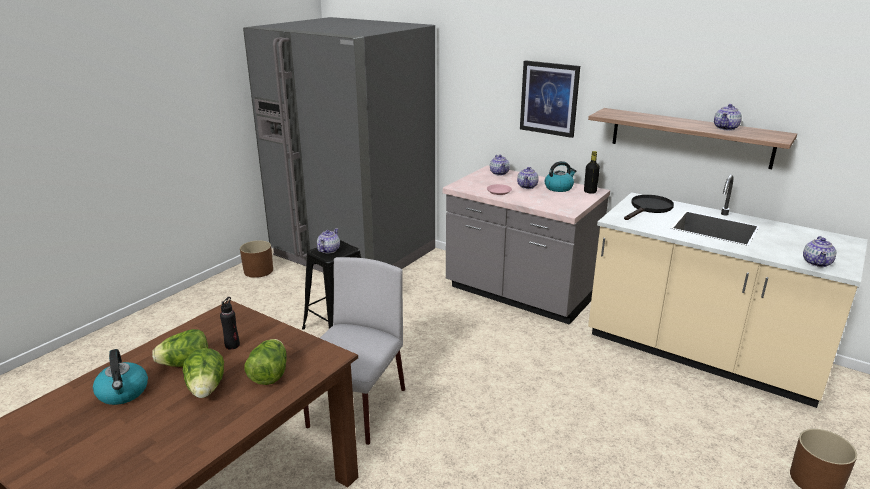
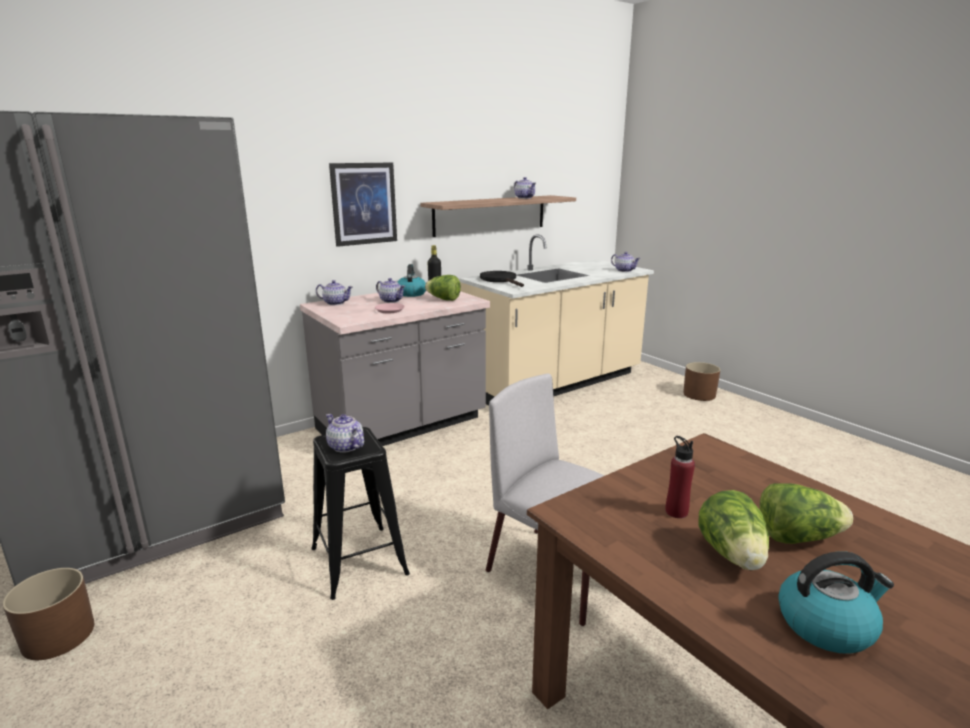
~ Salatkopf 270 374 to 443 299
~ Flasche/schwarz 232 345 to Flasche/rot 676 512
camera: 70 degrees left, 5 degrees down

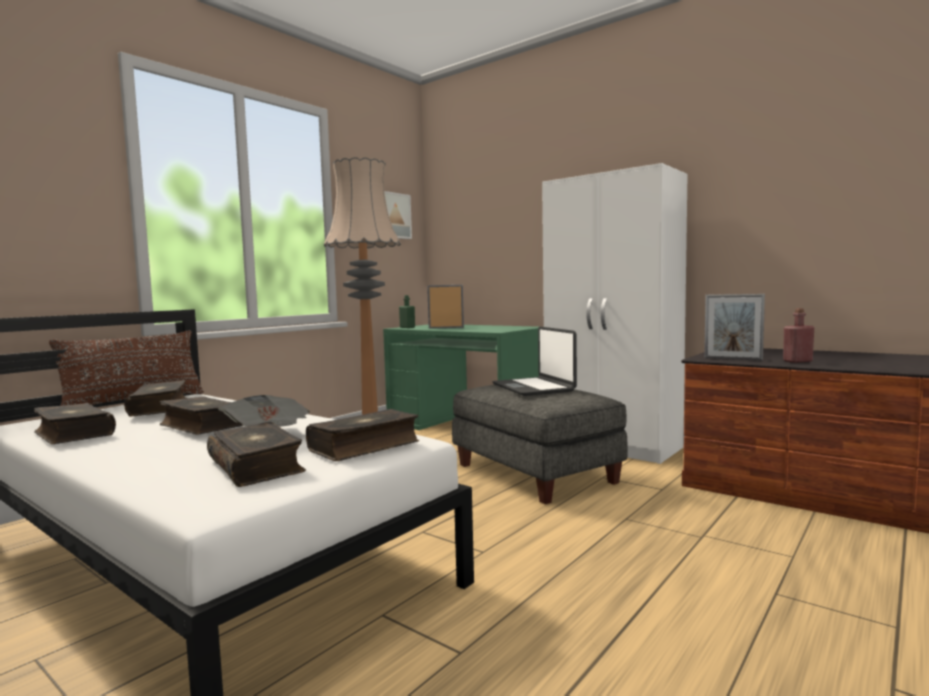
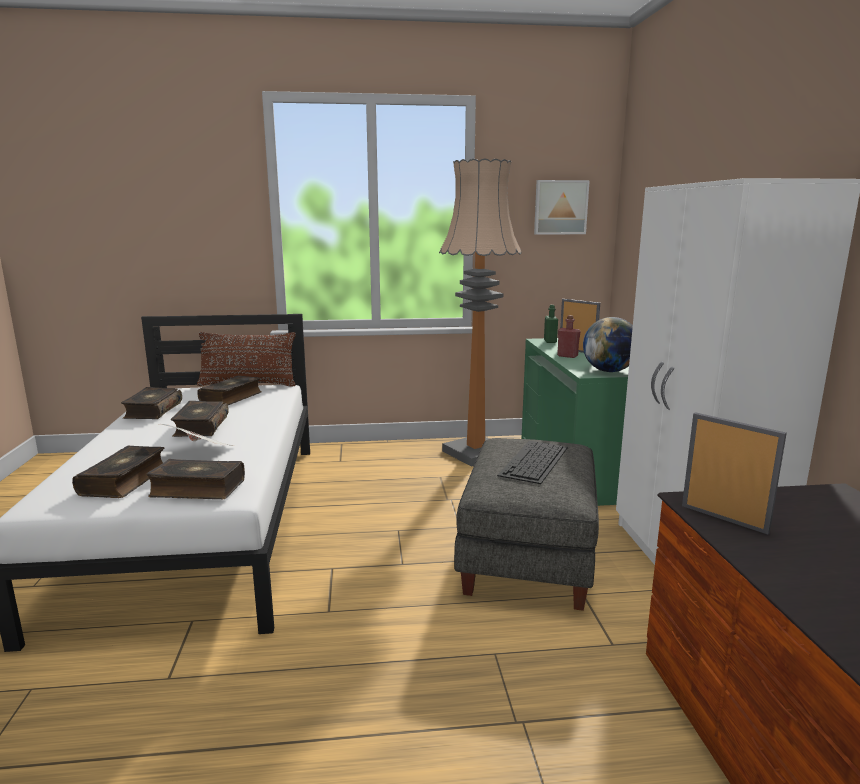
~ Laptop 534 388 to Tastatur 534 461
~ Flasche/rot 797 361 to 567 356
+ Globus 609 371
~ Bilderrahmen 733 359 = 723 519 150 degrees clockwise
camera: 45 degrees right, 10 degrees up

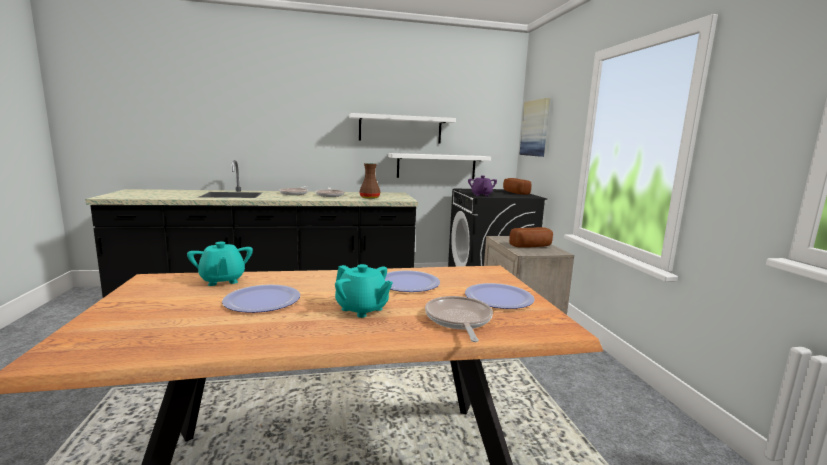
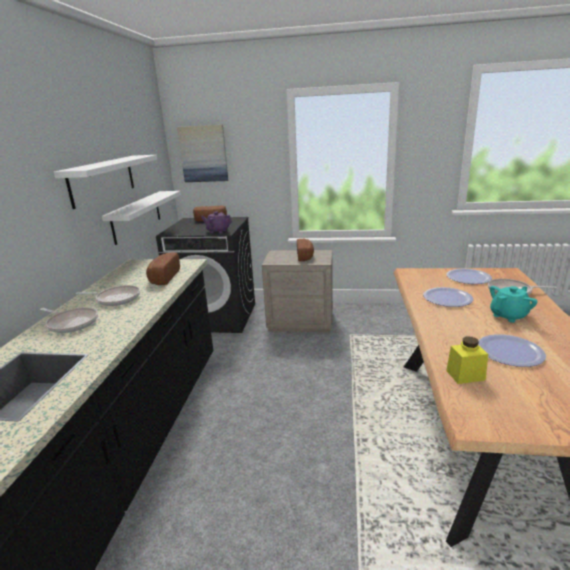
~ Vase/braun 370 198 to Brot 163 277
~ Teekanne/türkis 222 280 to Vorratsglas/gelb 465 375
camera: 70 degrees left, 10 degrees up

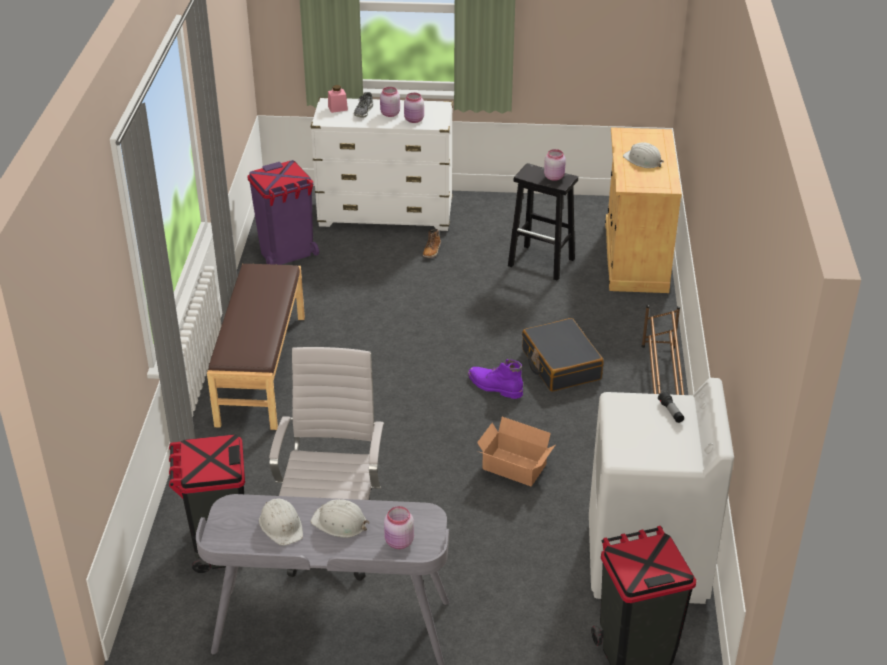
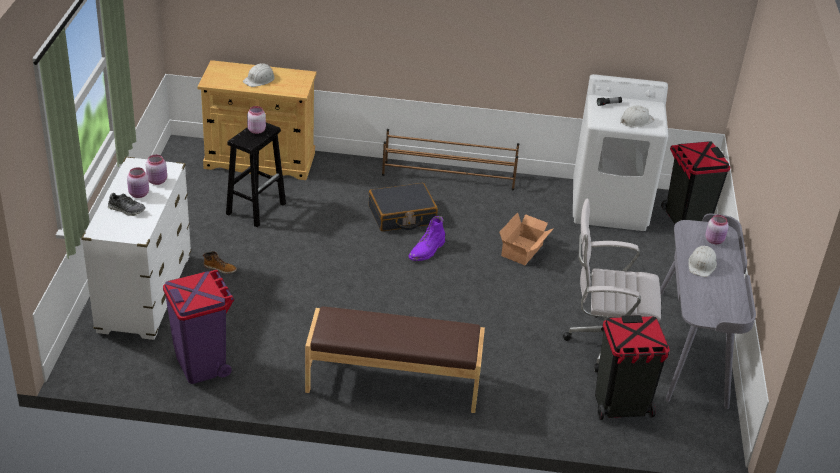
~ Schutzhelm/weiß 281 525 to 636 121
- Vorratsglas/rosa 337 108
camera: 90 degrees left, 0 degrees up

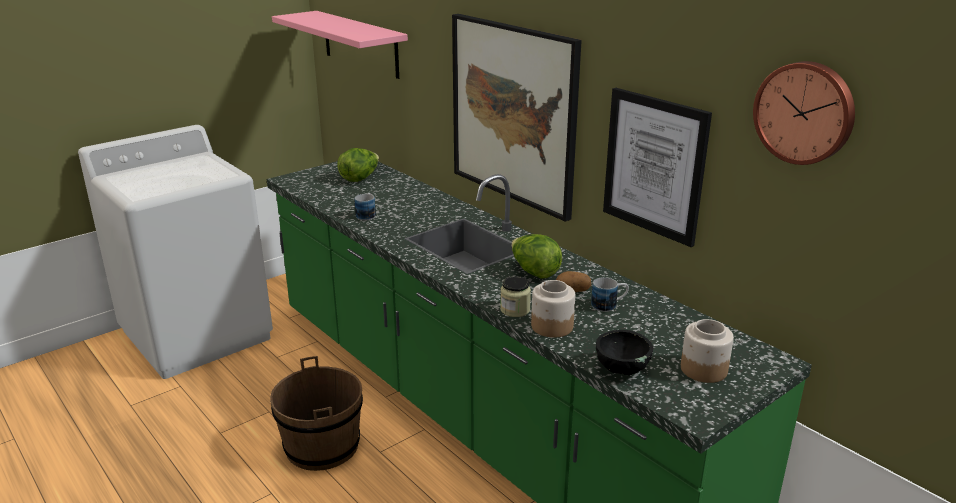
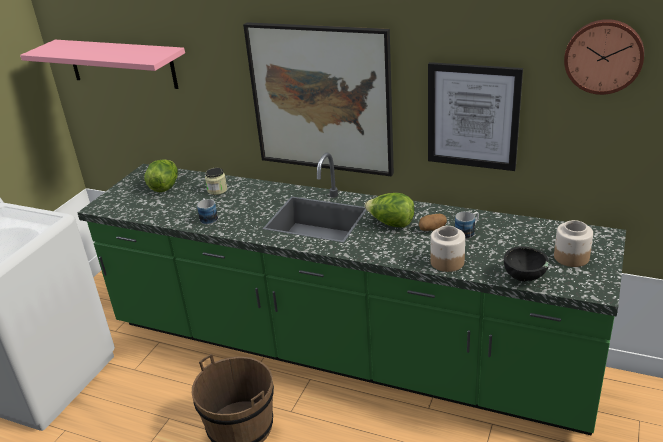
~ Vorratsglas 515 310 to 217 190
camera: 25 degrees left, 5 degrees up

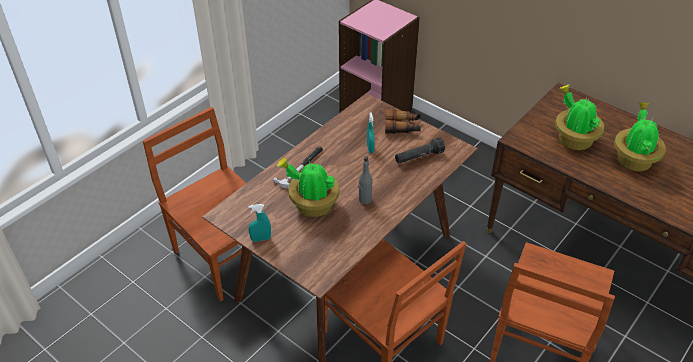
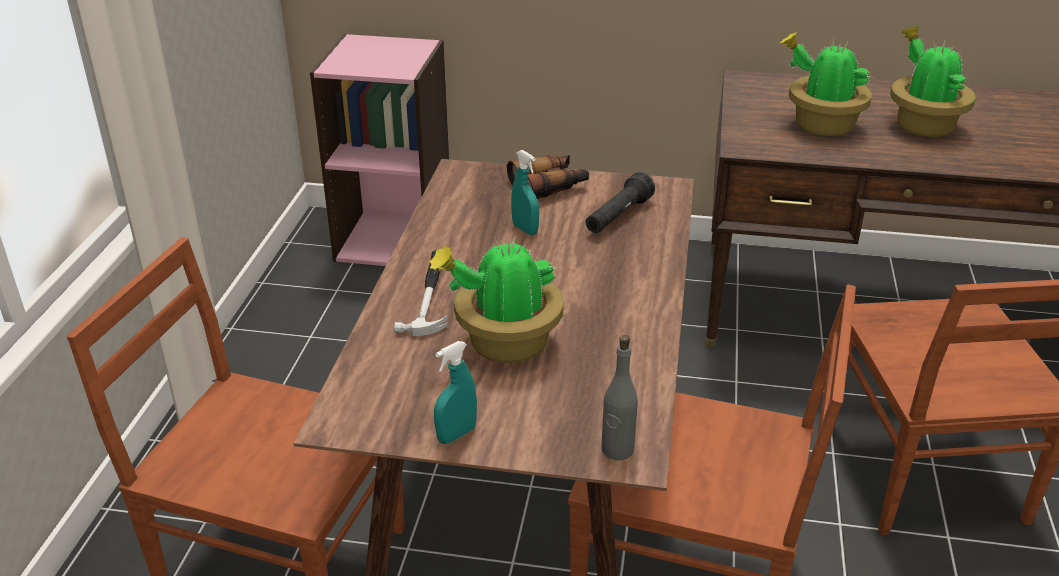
~ Flasche/grau 364 199 to 617 450
camera: 30 degrees left, 10 degrees down

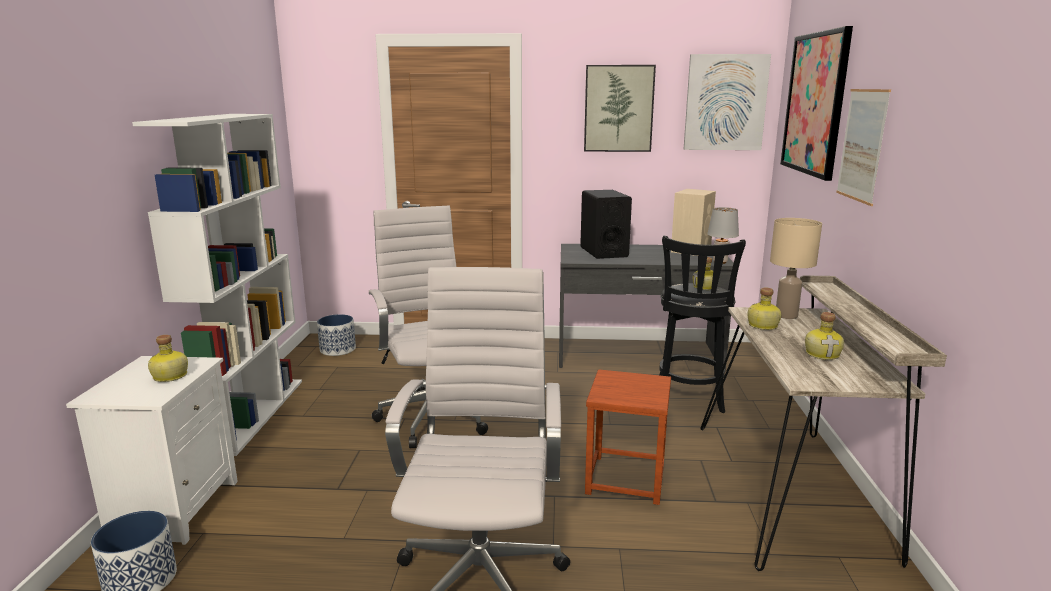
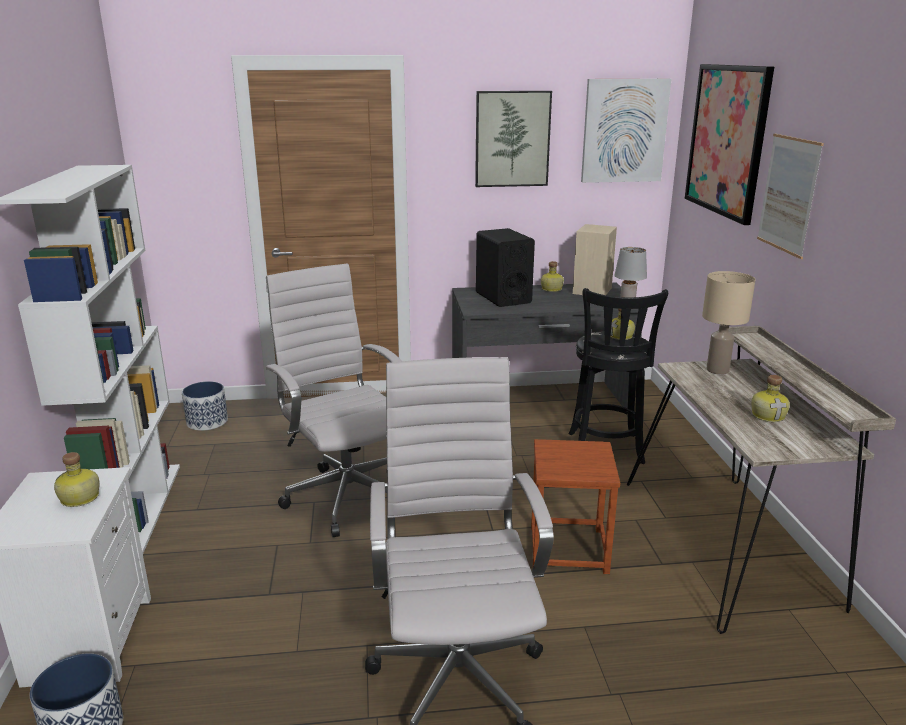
~ Flasche 762 326 to 551 289
camera: 10 degrees left, 5 degrees up

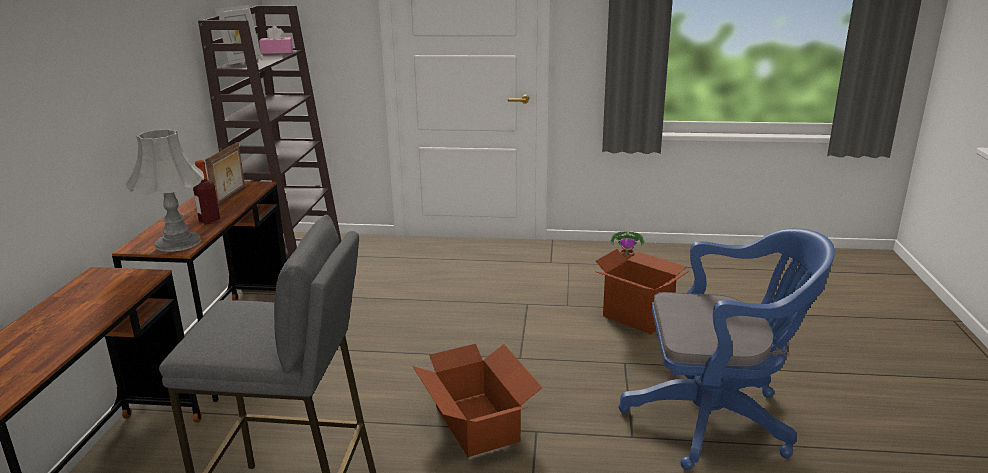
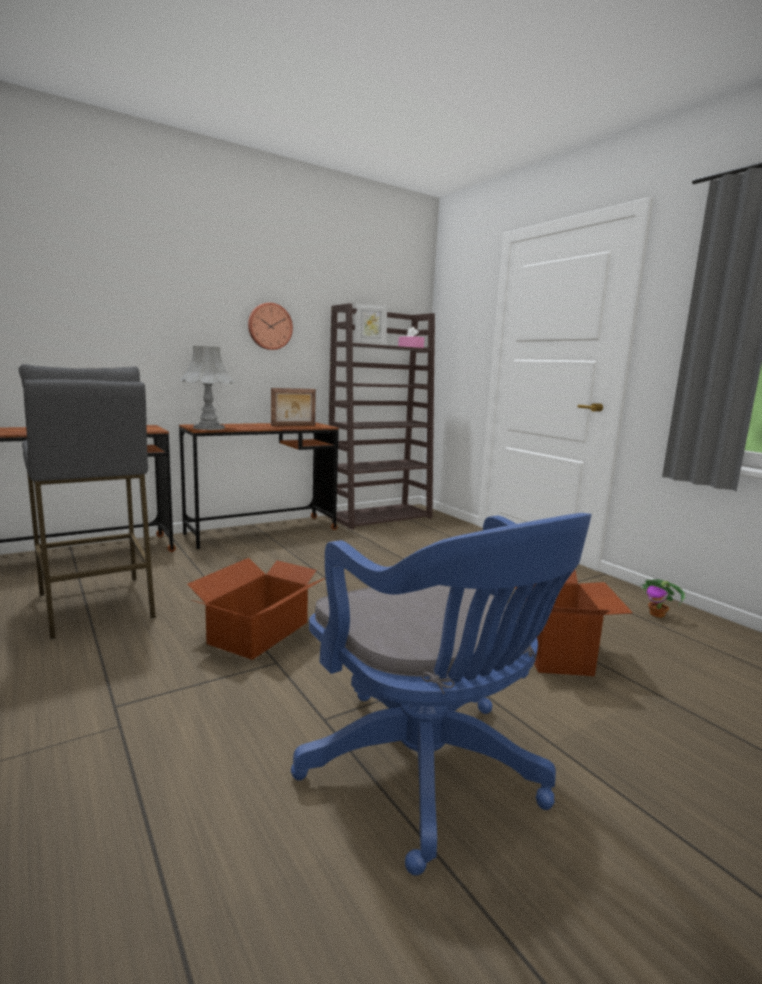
+ Wanduhr 269 326
- Flasche 209 221
camera: 50 degrees right, 10 degrees down

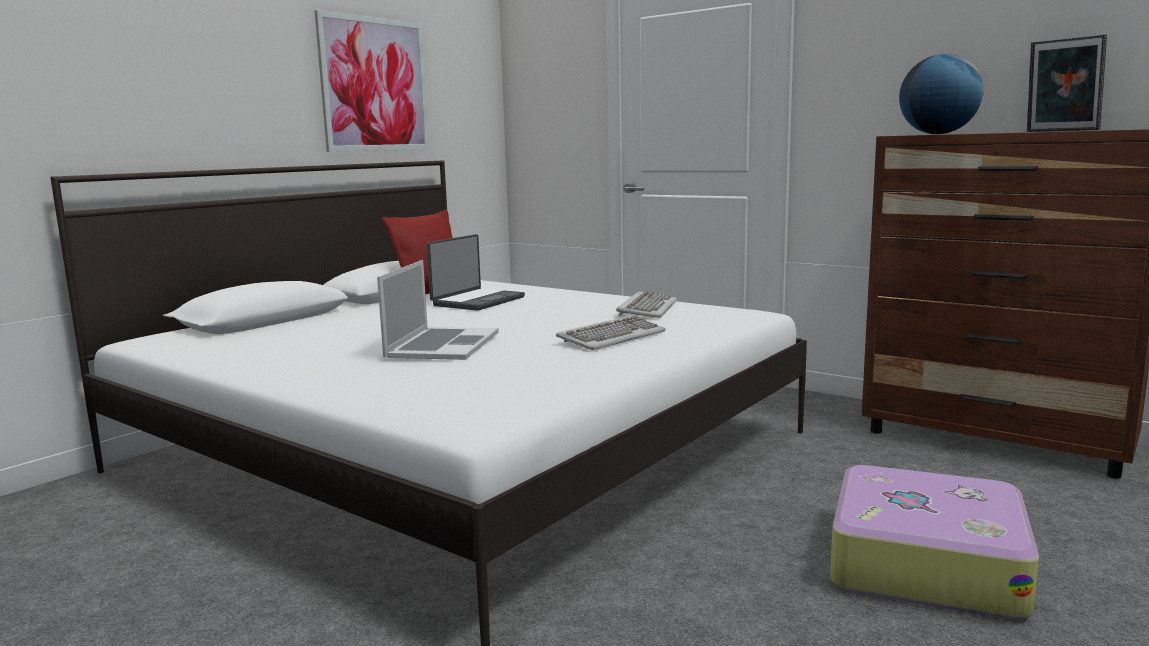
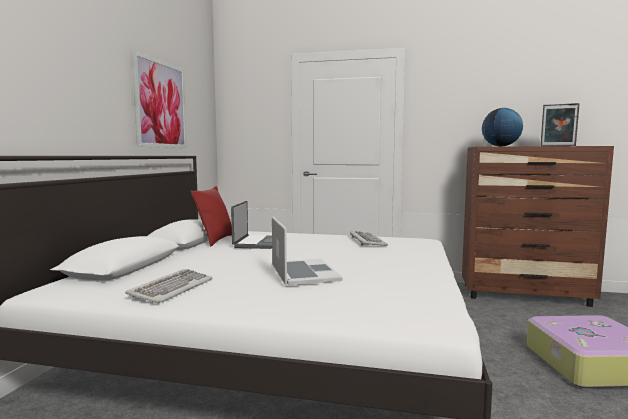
~ Tastatur 611 337 to 171 289
camera: 25 degrees left, 5 degrees down

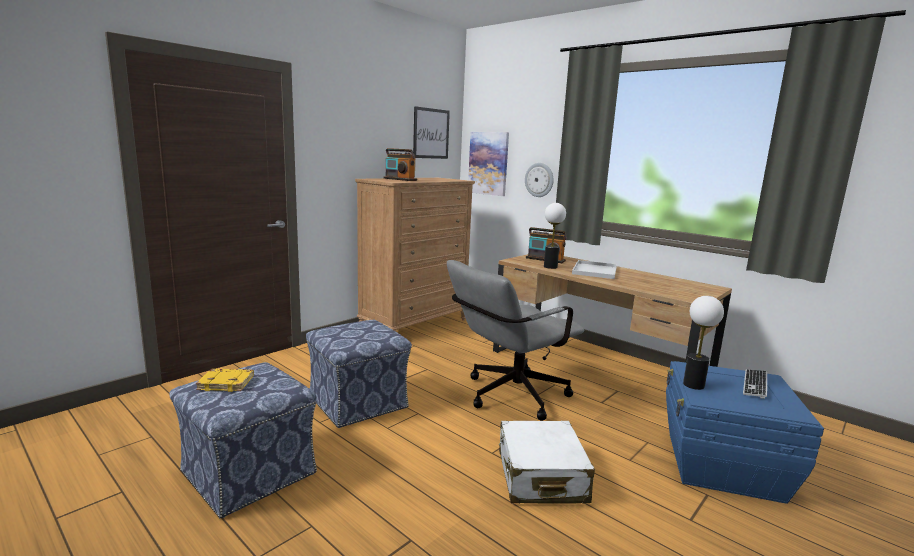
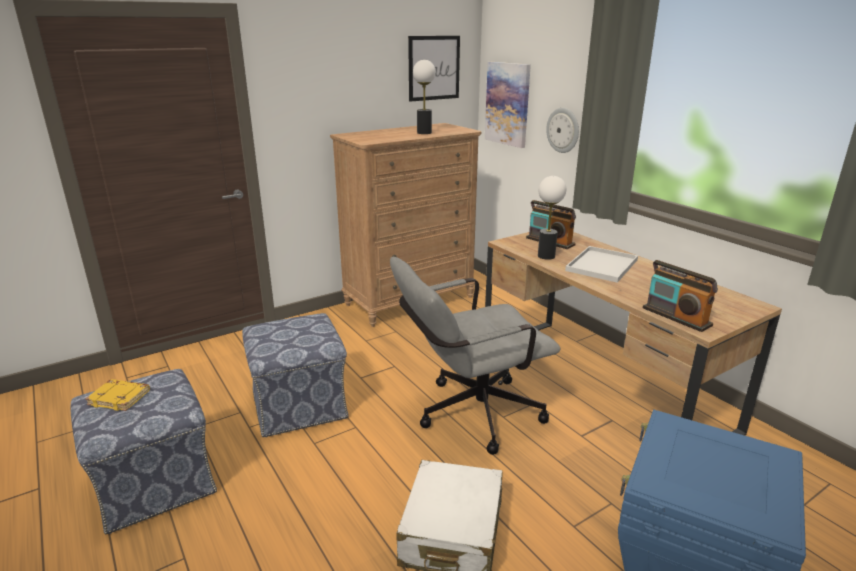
~ Tischlampe 693 385 to 424 133
~ Radio 400 179 to 676 317
- Tastatur 755 384
camera: 15 degrees right, 10 degrees up

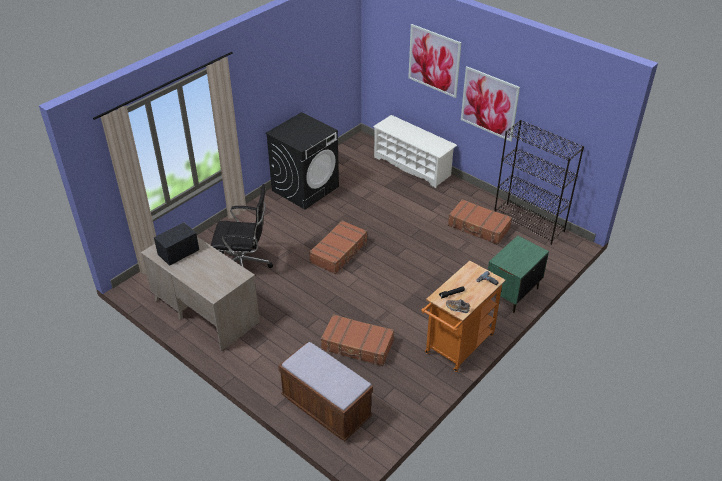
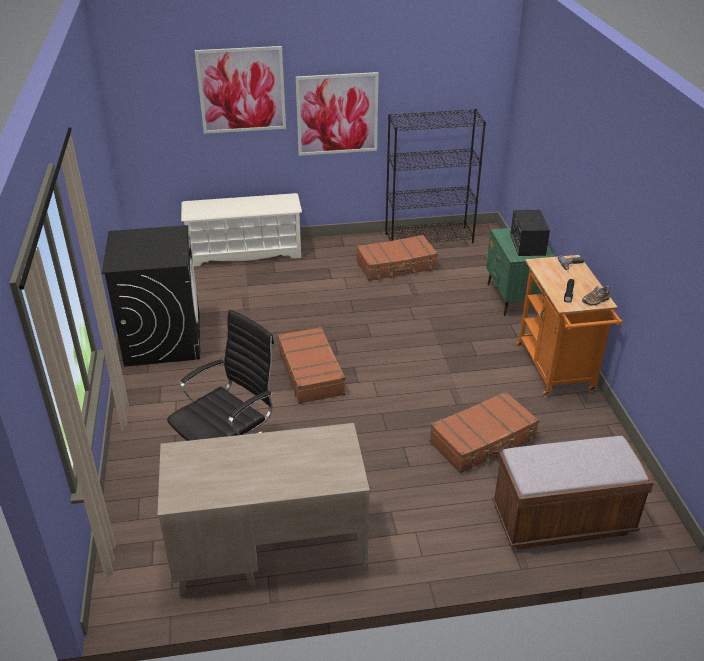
~ Radio 178 252 to 527 244
camera: 50 degrees left, 5 degrees down

